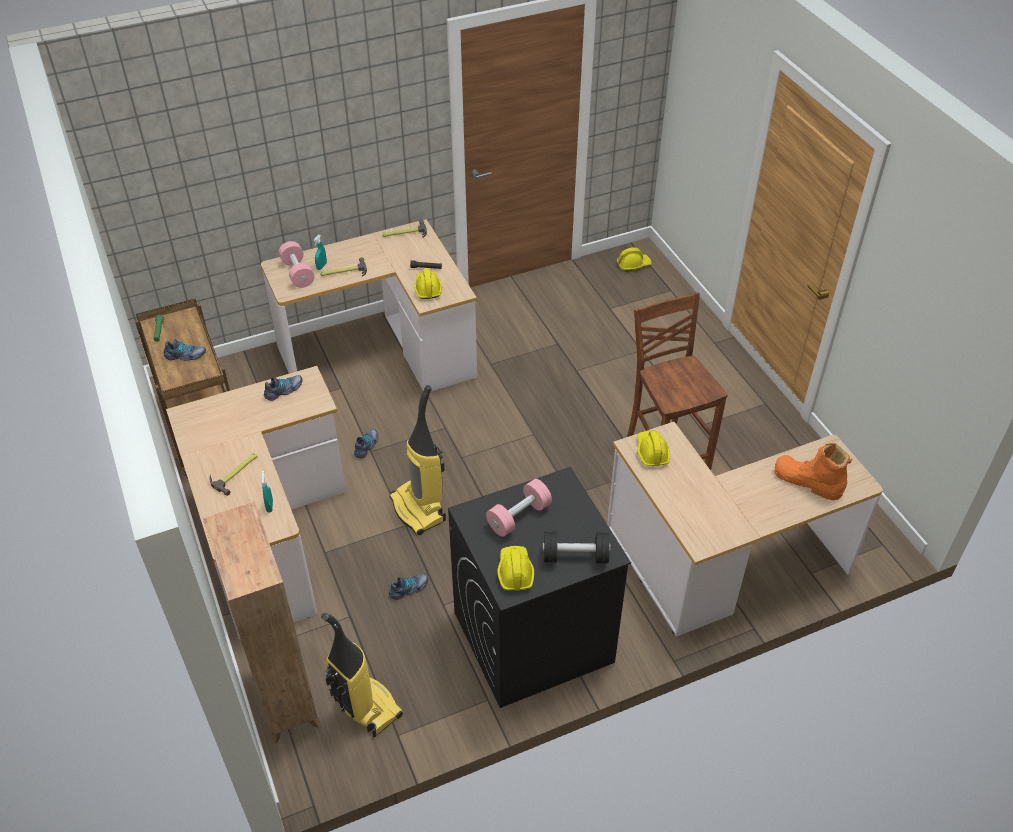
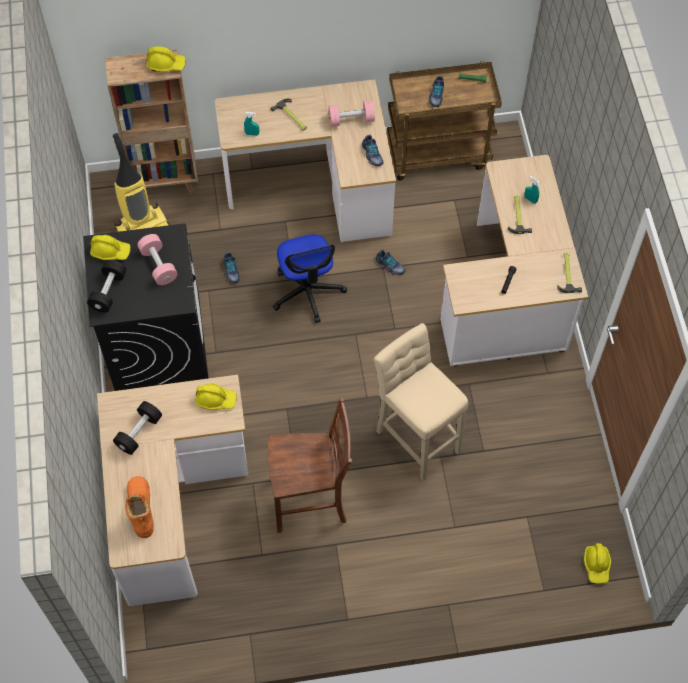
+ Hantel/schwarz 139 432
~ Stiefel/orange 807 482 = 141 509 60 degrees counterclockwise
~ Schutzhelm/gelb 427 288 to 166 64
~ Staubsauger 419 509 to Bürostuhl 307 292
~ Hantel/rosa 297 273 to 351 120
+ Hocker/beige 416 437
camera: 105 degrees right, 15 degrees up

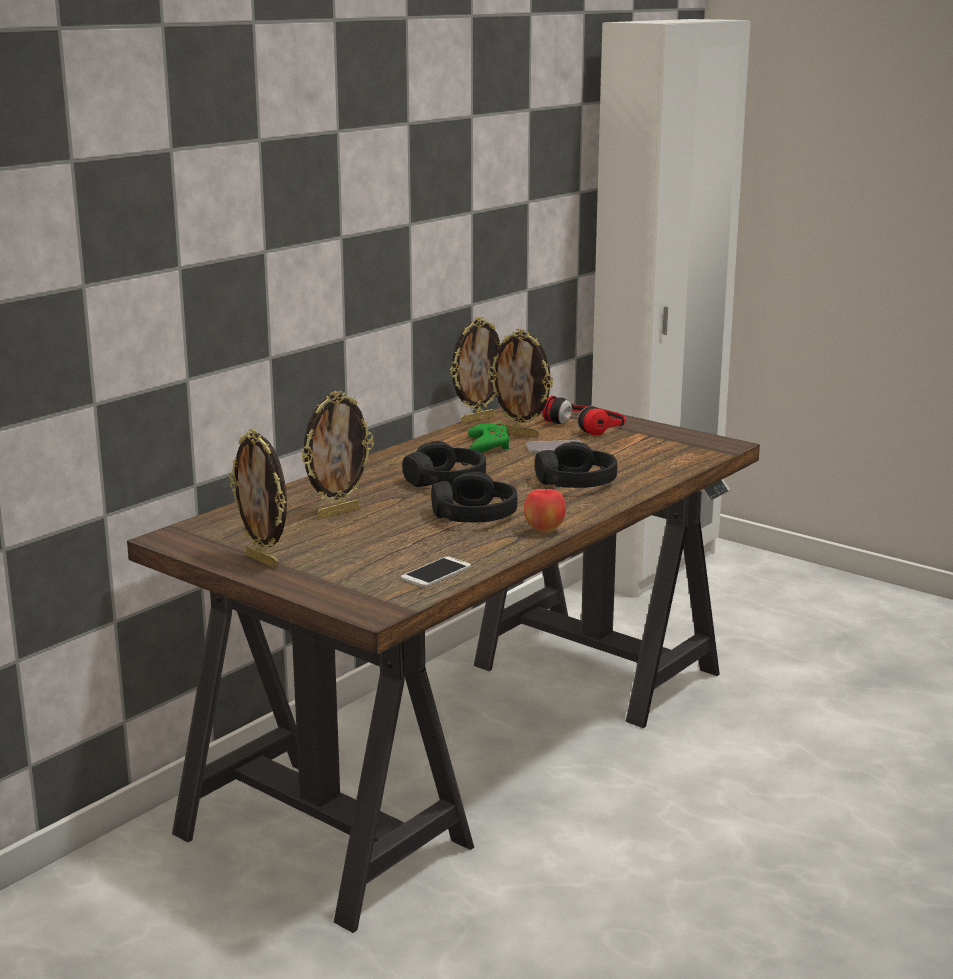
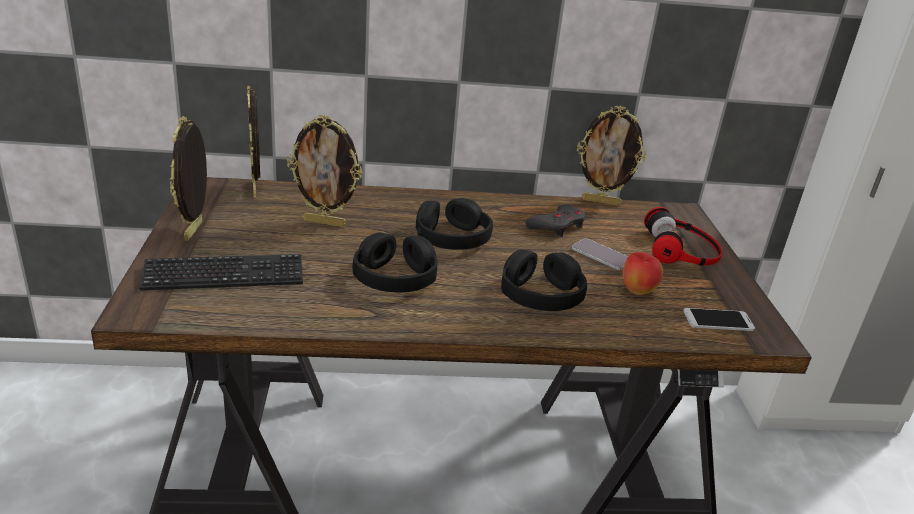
+ Tastatur 224 275
~ Bilderrahmen 520 434 to 256 190
~ Gamepad/grün 488 444 to Gamepad/grau 557 225
~ Apfel 544 530 to 637 291
~ Handy 436 573 to 718 320
camera: 45 degrees right, 10 degrees up

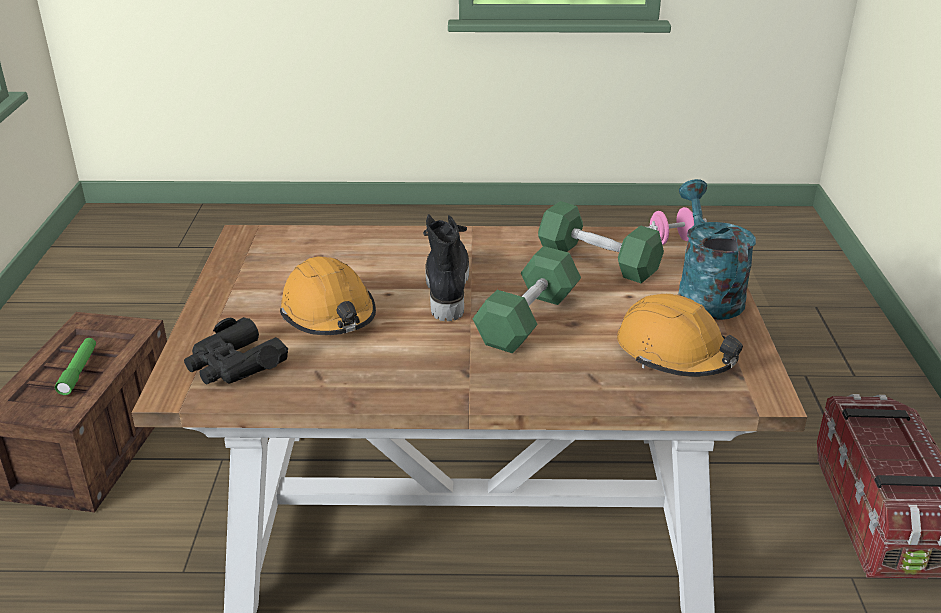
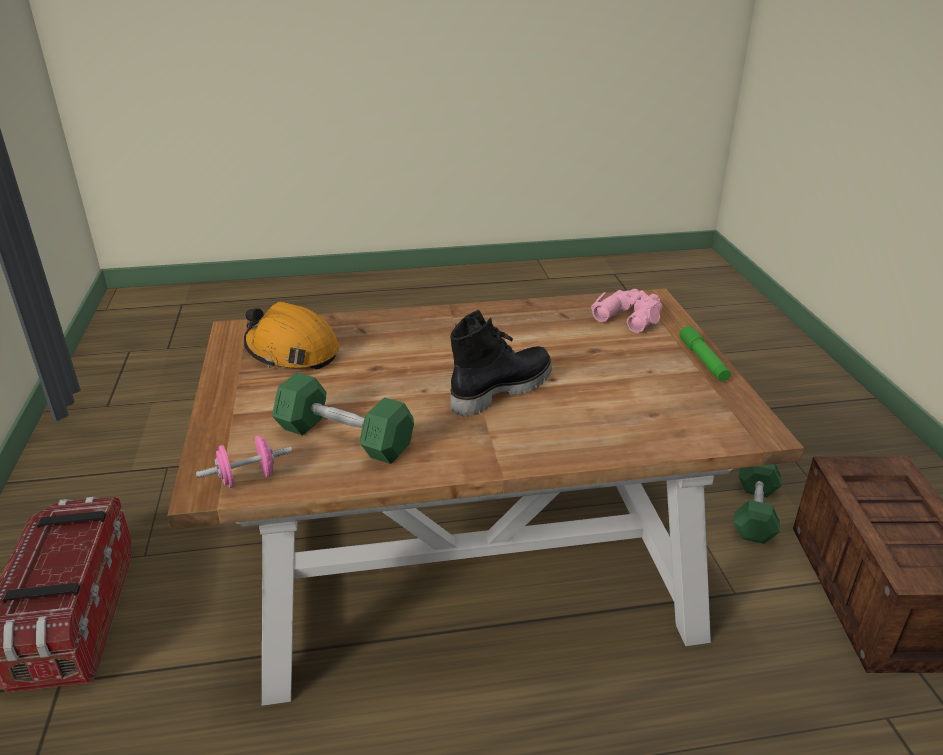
~ Stiefel/schwarz 446 288 = 500 390 120 degrees counterclockwise
~ Fernglas/schwarz 234 364 to Fernglas/rosa 629 316
~ Taschenlampe/grün 78 371 to 703 361
~ Hantel/grün 527 319 to 755 512
- Schutzhelm/orange 329 314
- Gießkanne/türkis 705 293
camera: 170 degrees right, 0 degrees up

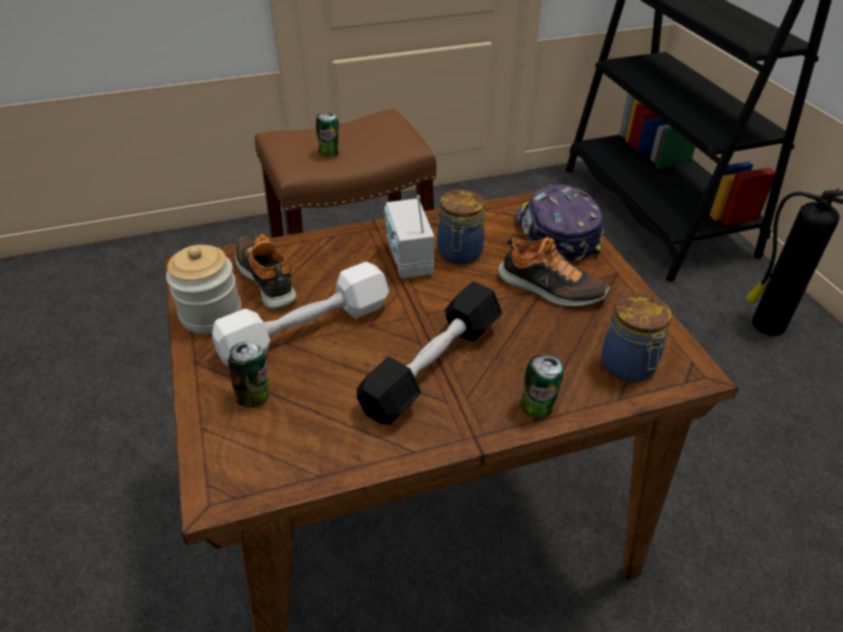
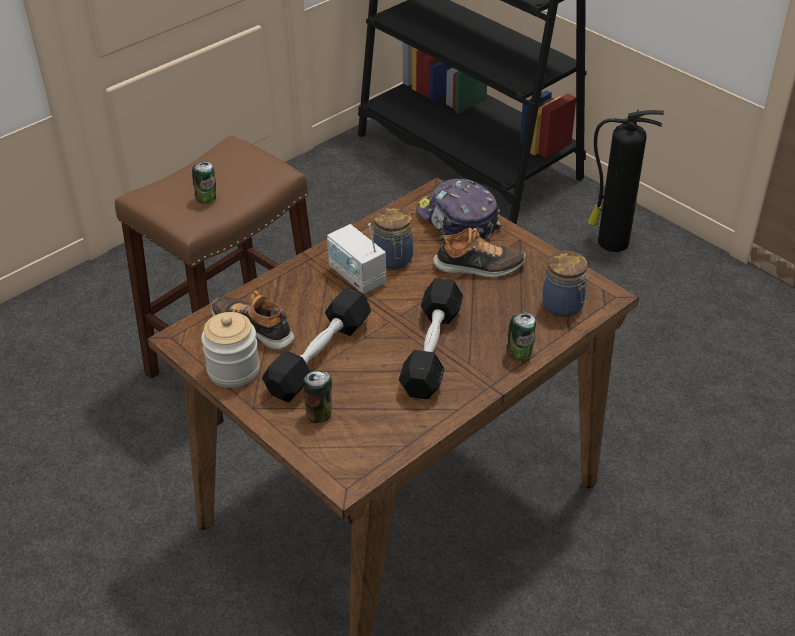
~ Hantel/weiß 306 330 to Hantel/schwarz 319 357
camera: 25 degrees left, 0 degrees up

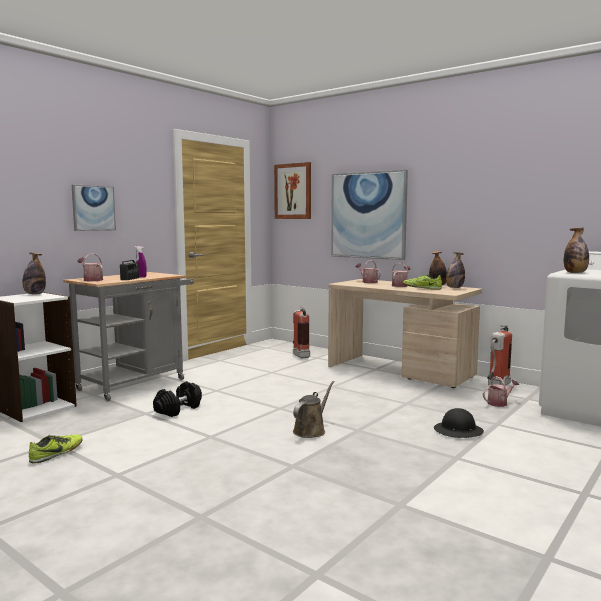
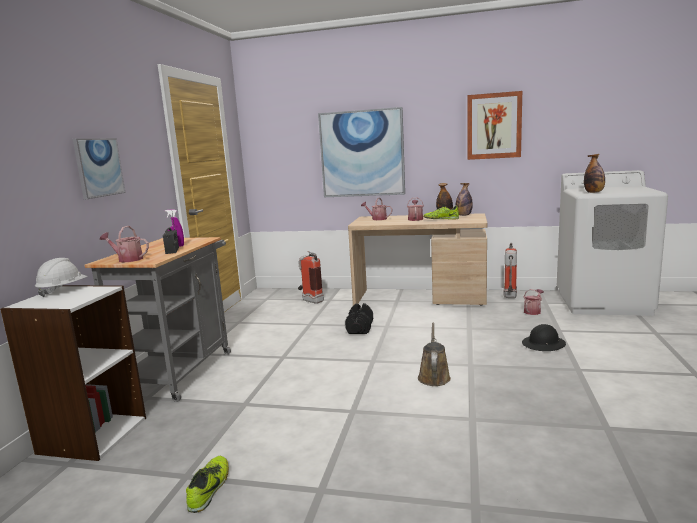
~ Flasche 34 294 to Schutzhelm/weiß 63 290
~ Hantel/schwarz 178 410 to 360 328
~ Bild 293 191 to 494 126
camera: 25 degrees left, 5 degrees up

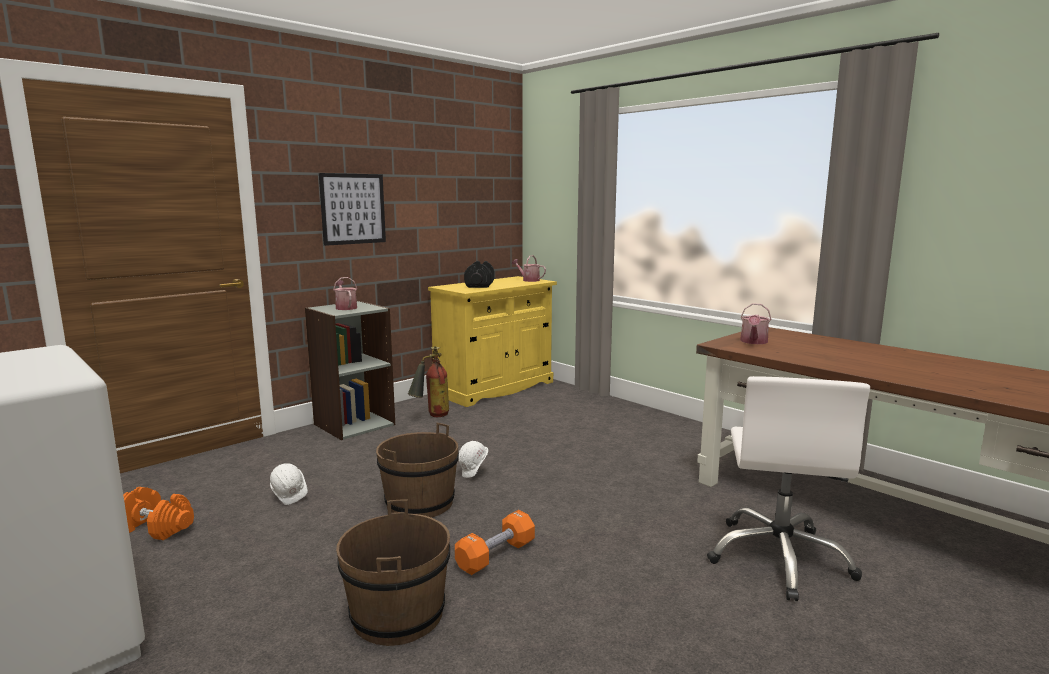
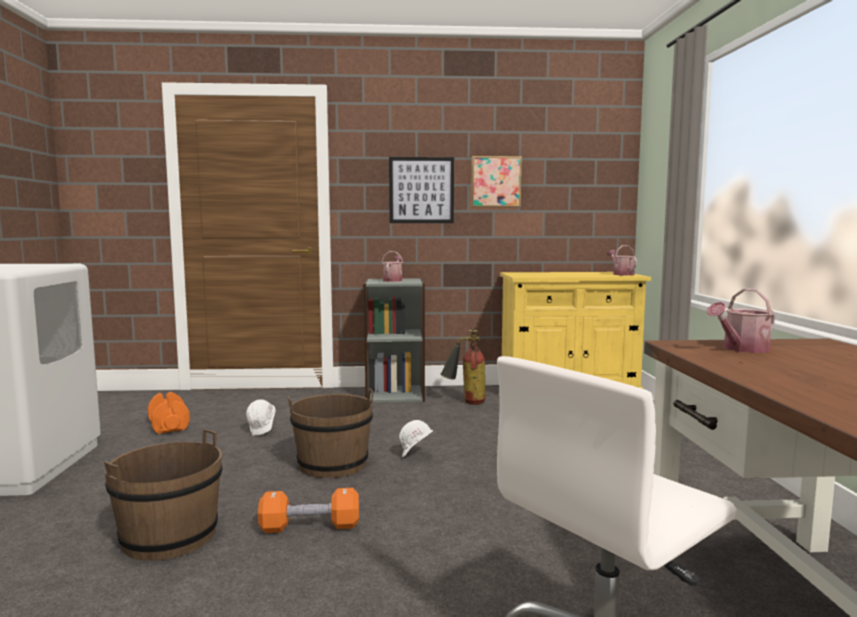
+ Bild 495 182
- Hantel/schwarz 479 285
camera: 40 degrees right, 5 degrees down

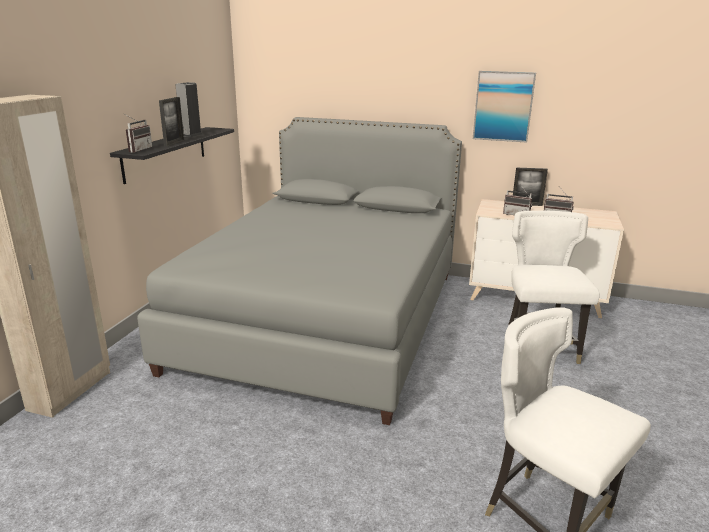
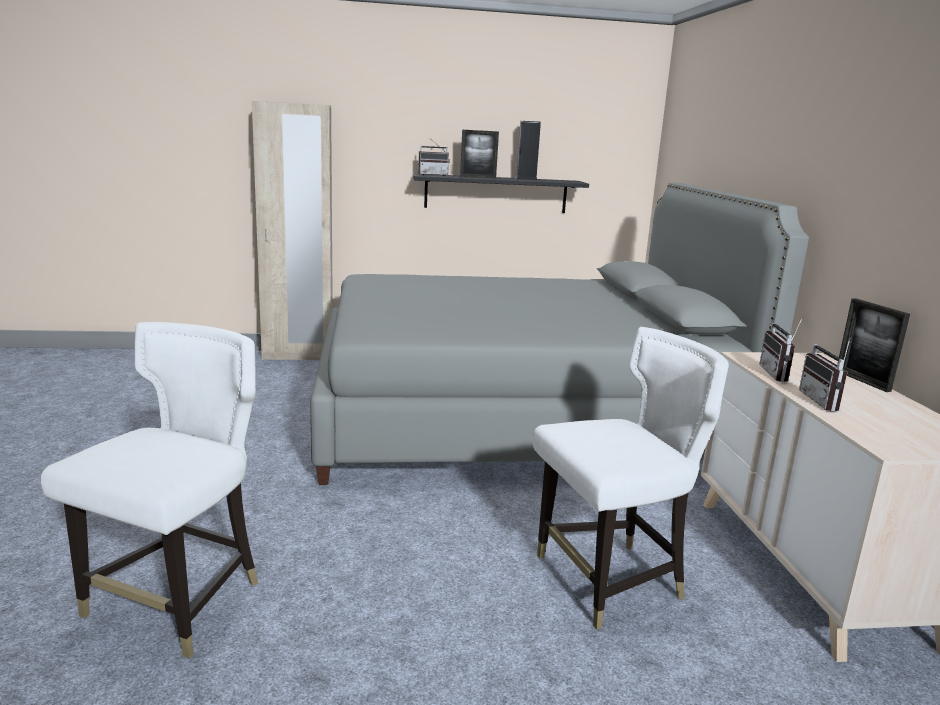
- Bild 503 106
camera: 65 degrees right, 5 degrees down

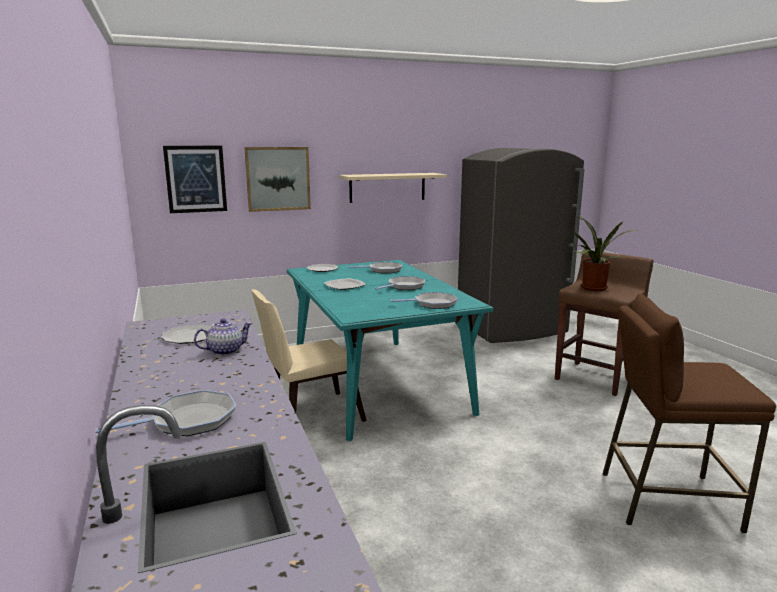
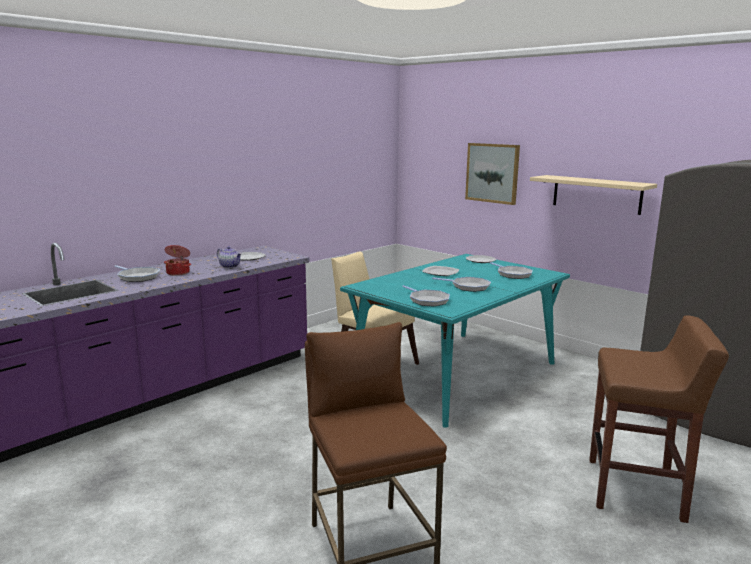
+ Kochtopf 178 273
- Bild 195 179
- Topfpflanze 593 289
camera: 65 degrees right, 0 degrees up

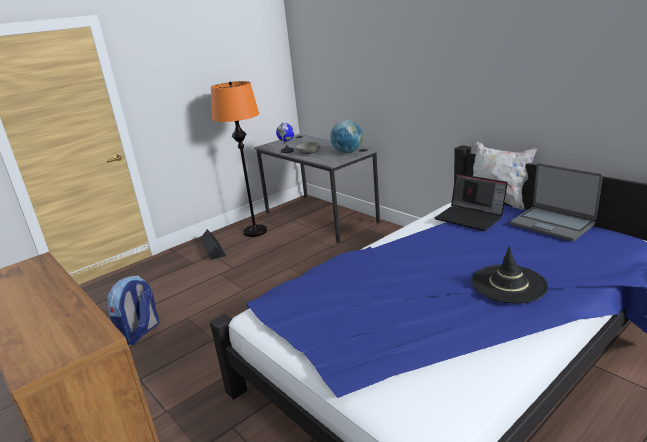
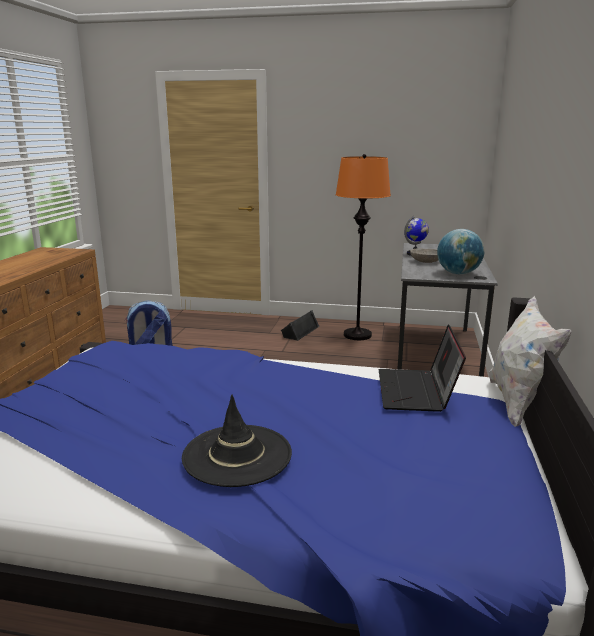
- Laptop 552 224
camera: 50 degrees right, 5 degrees down

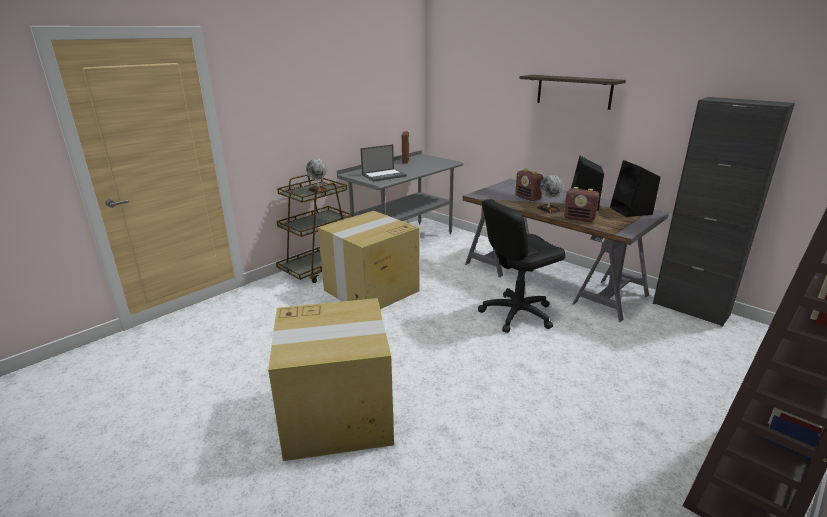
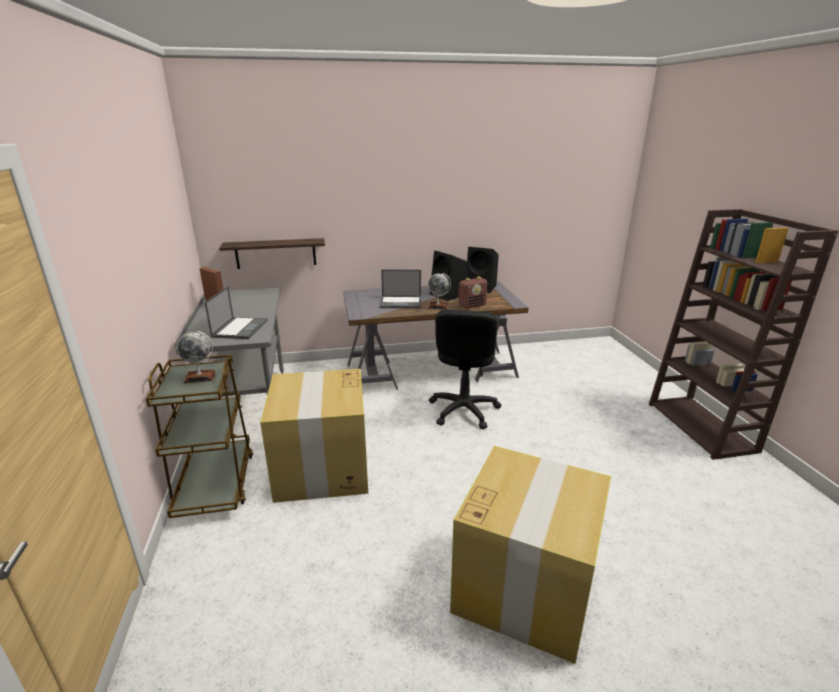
~ Wandregal 573 91 to 275 253
~ Radio 528 198 to Laptop 401 302
- Schrank/schwarz 690 309
camera: 55 degrees left, 0 degrees up

